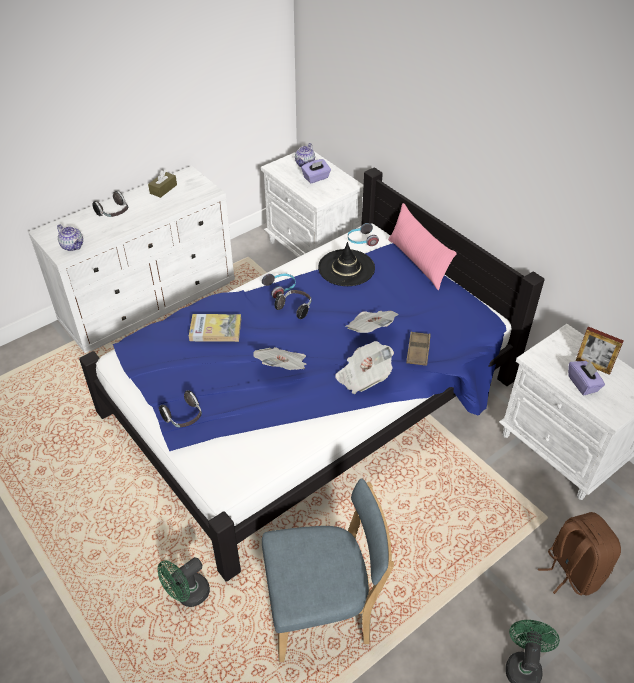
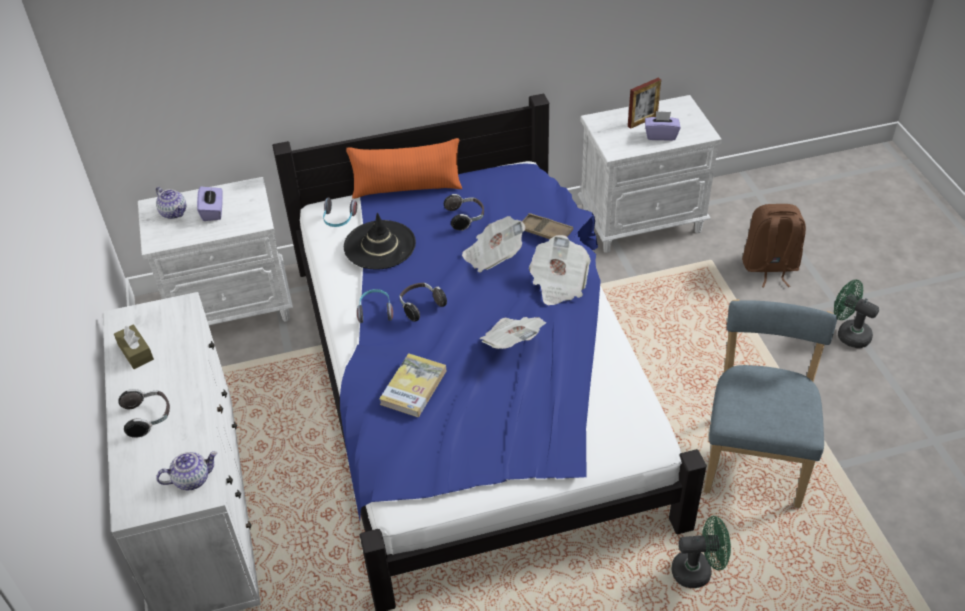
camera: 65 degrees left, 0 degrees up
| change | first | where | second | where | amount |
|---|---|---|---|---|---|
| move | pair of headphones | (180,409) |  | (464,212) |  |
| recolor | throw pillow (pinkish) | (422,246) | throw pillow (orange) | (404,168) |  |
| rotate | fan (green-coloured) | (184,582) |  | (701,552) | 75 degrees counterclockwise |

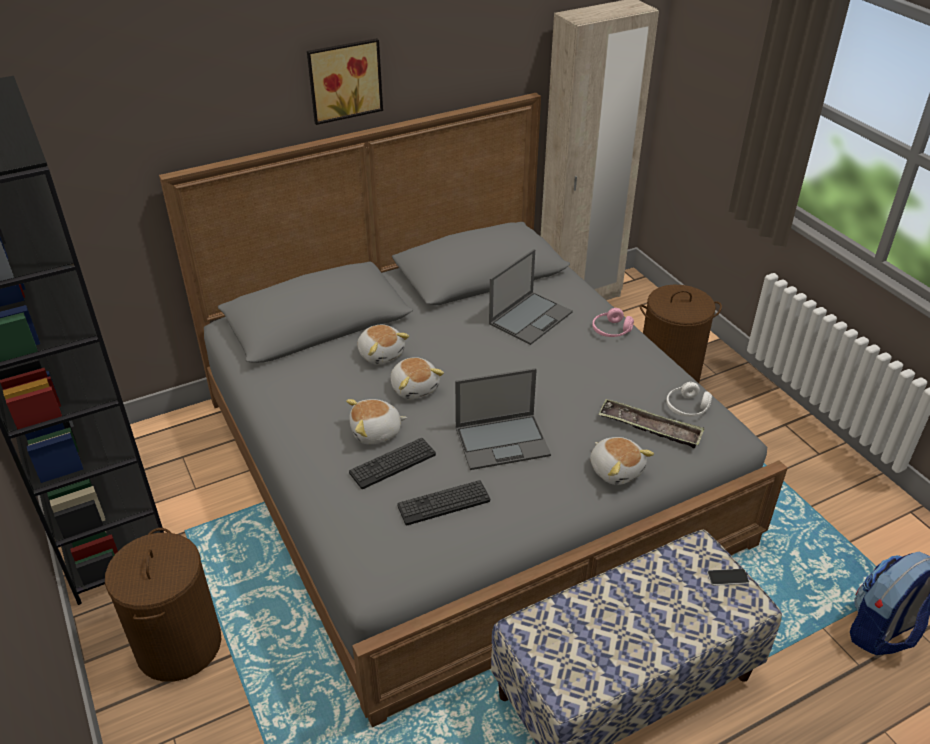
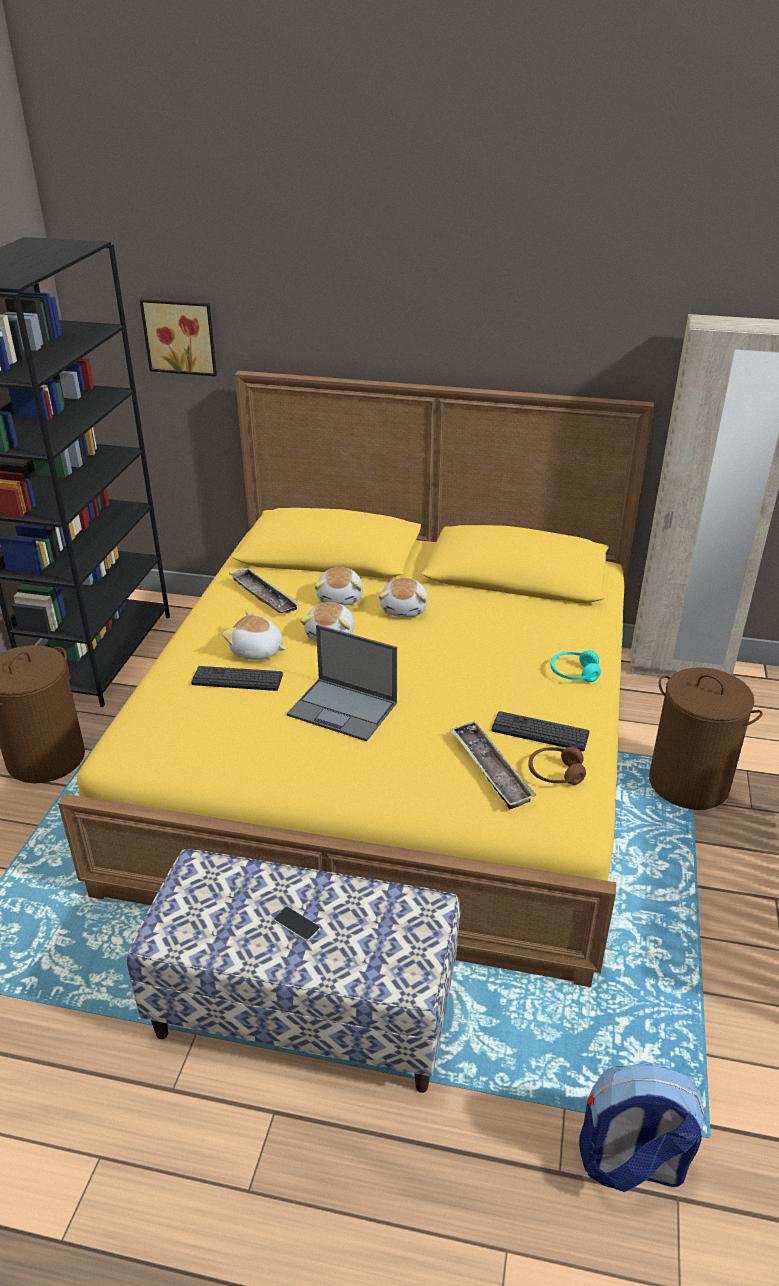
camera: 40 degrees right, 5 degrees down
| change | first | where | second | where | amount |
|---|---|---|---|---|---|
| delete | portable computer | (531,297) |  |  |  |
| insert |  |  | carrying tray | (265,590) |  |
| move | wall picture | (345,81) |  | (178,337) |  |
| move | computer keyboard | (443,502) |  | (540,731) |  |
| move | soft toy | (622,461) |  | (403,597) |  |
| move | phone | (728,577) |  | (296,923) |  |
| recolor | bedroom bed (grey) | (473,410) | bedroom bed (yellow-coloured) | (356,679) |  |
| recolor | pair of headphones (pinkish) | (613,322) | pair of headphones (turquoise-coloured) | (575,666) |  |
| recolor | pair of headphones (white) | (689,399) | pair of headphones (brown) | (557,765) |  |

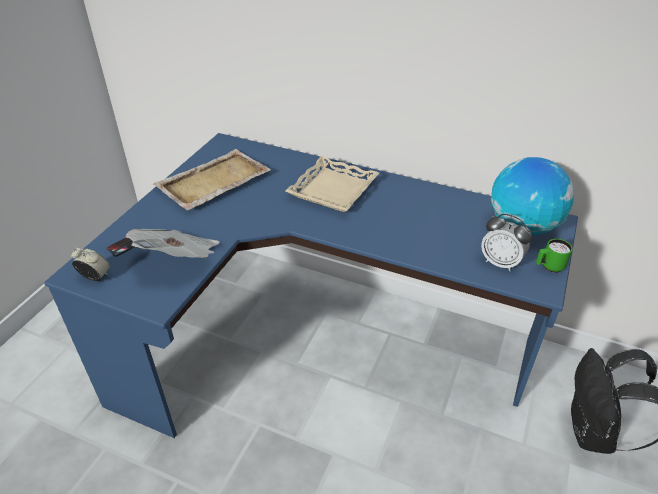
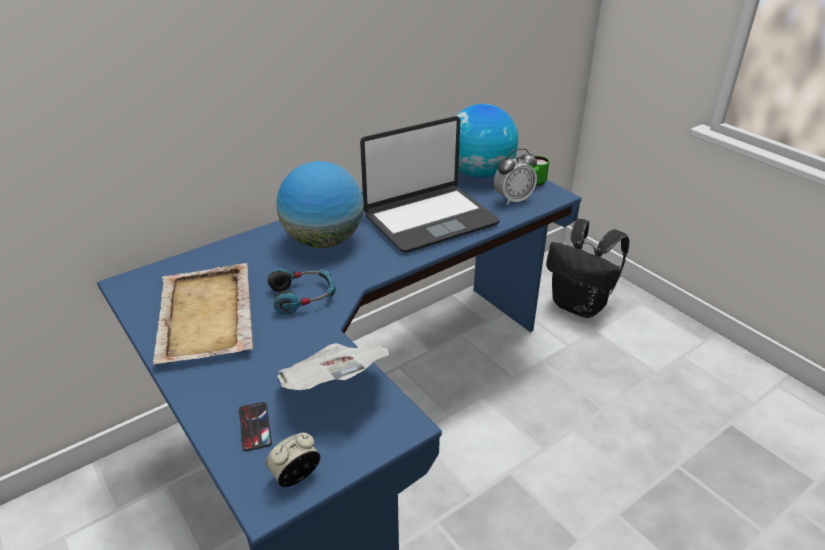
camera: 60 degrees left, 5 degrees down
| change | first | where | second | where | amount |
|---|---|---|---|---|---|
| insert |  |  | pair of headphones | (301,291) |  |
| insert |  |  | portable computer | (430,184) |  |
| replace | carrying tray (sand-coloured) | (332,184) | desk globe | (320,204) |  |

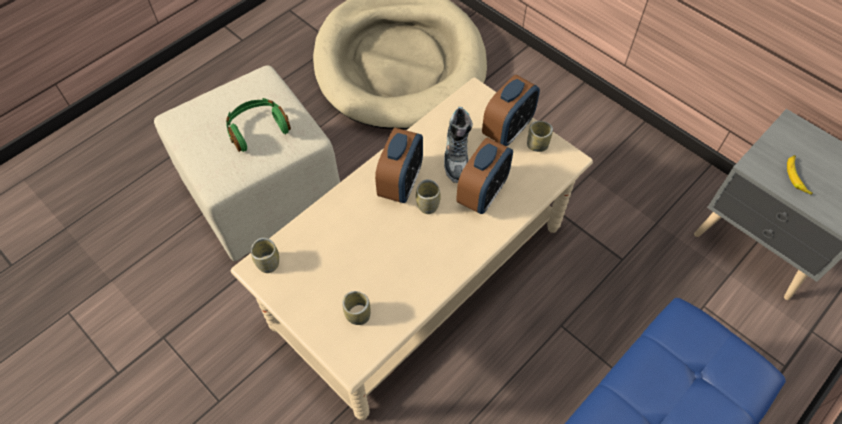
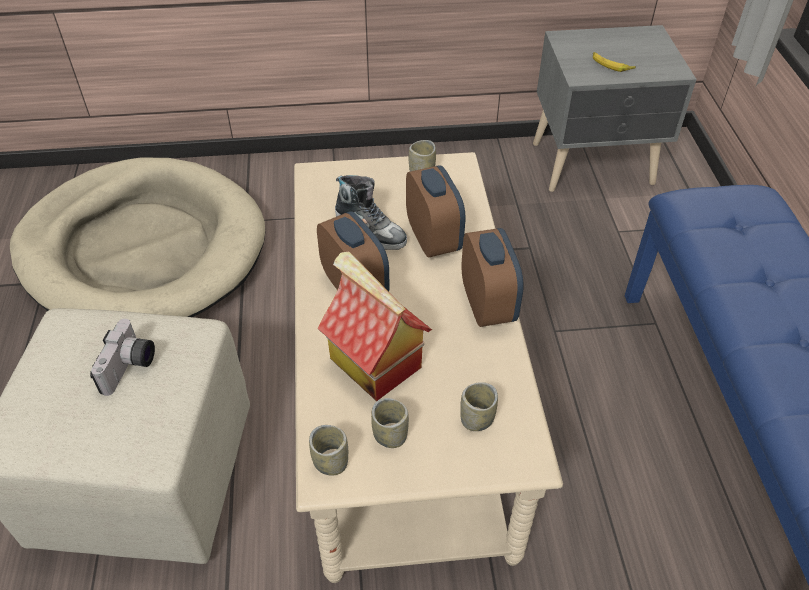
camera: 50 degrees left, 10 degrees down
| change | first | where | second | where | amount |
|---|---|---|---|---|---|
| insert |  |  | toy house | (374,326) |  |
| move | small cup | (428,196) |  | (390,423) |  |
| move | alarm clock | (511,110) |  | (492,277) |  |
| replace | pair of headphones (green-coloured) | (258,125) | photo camera | (122,357) |  |

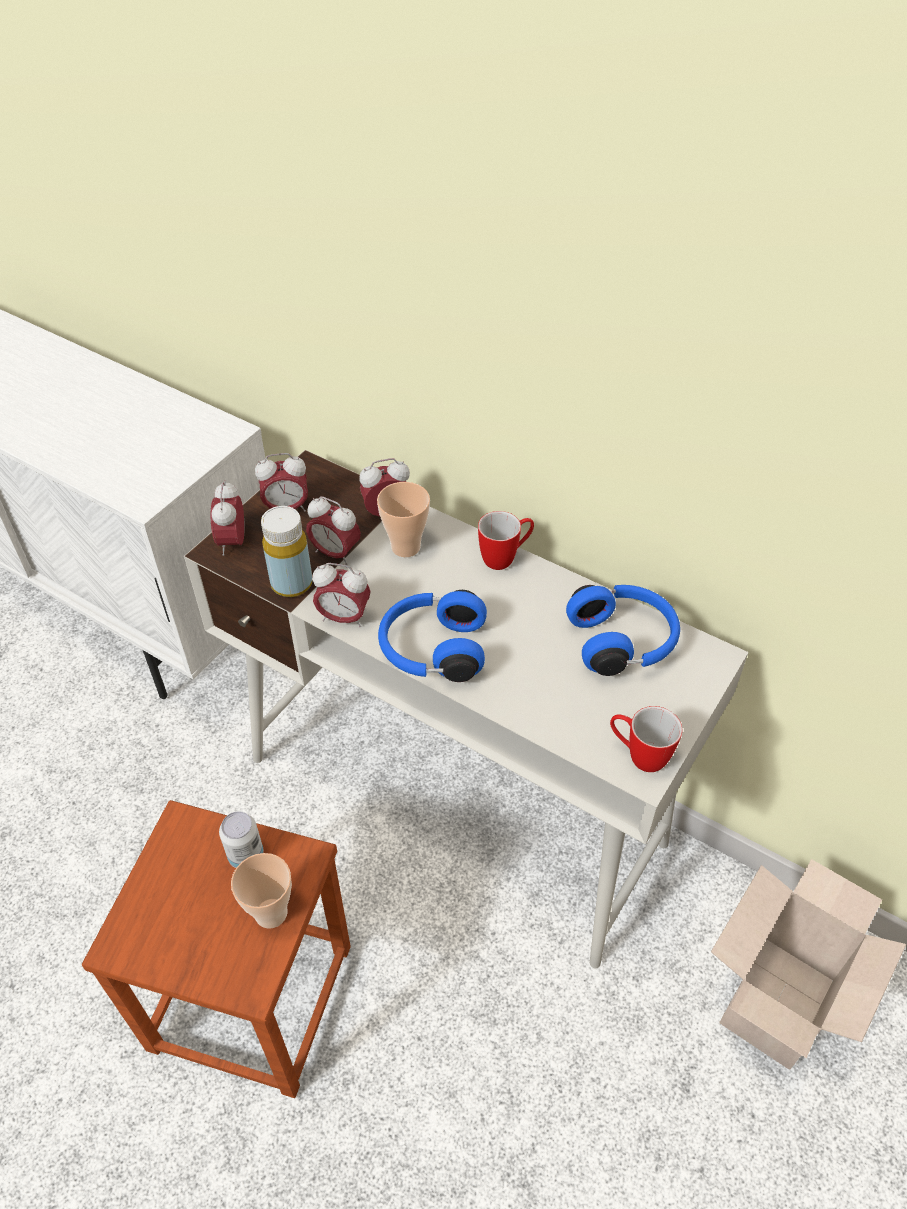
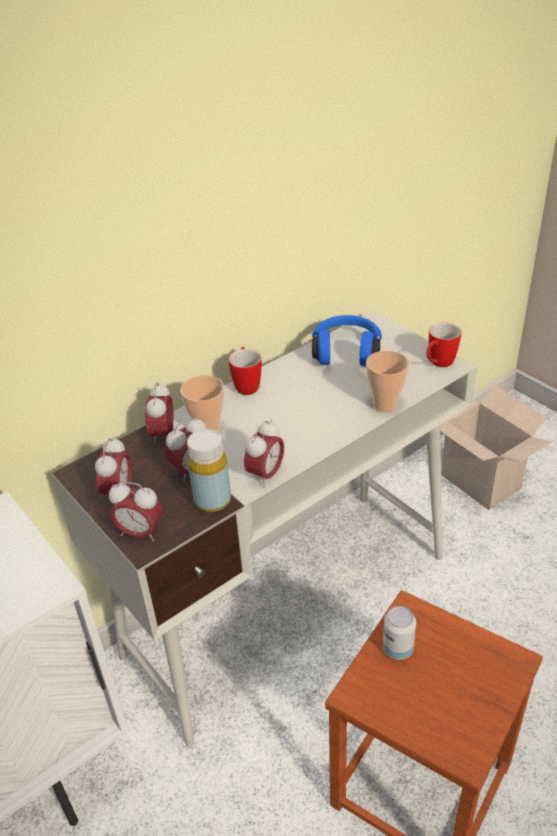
camera: 70 degrees left, 10 degrees down
| change | first | where | second | where | amount |
|---|---|---|---|---|---|
| delete | pair of headphones (bluish) | (432,636) |  |  |  |
| move | small cup | (261,891) |  | (387,382) |  |

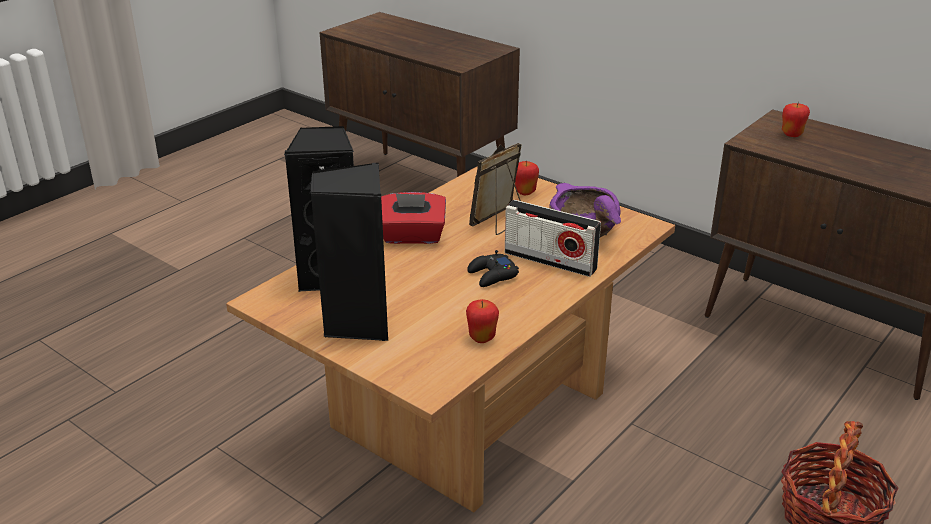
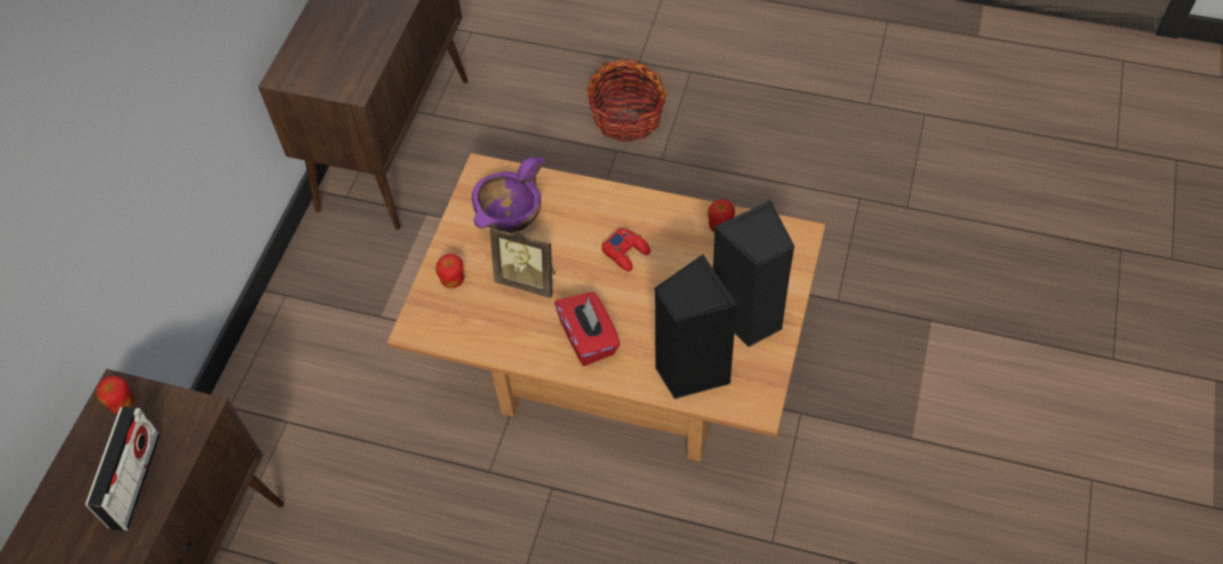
camera: 110 degrees left, 25 degrees up
| change | first | where | second | where | amount |
|---|---|---|---|---|---|
| move | radio set | (553,238) |  | (122,468) |  |
| move | apple fruit | (796,119) |  | (115,395) |  |
| recolor | game controller (blackish) | (493,268) | game controller (red-coloured) | (626,250) |  |

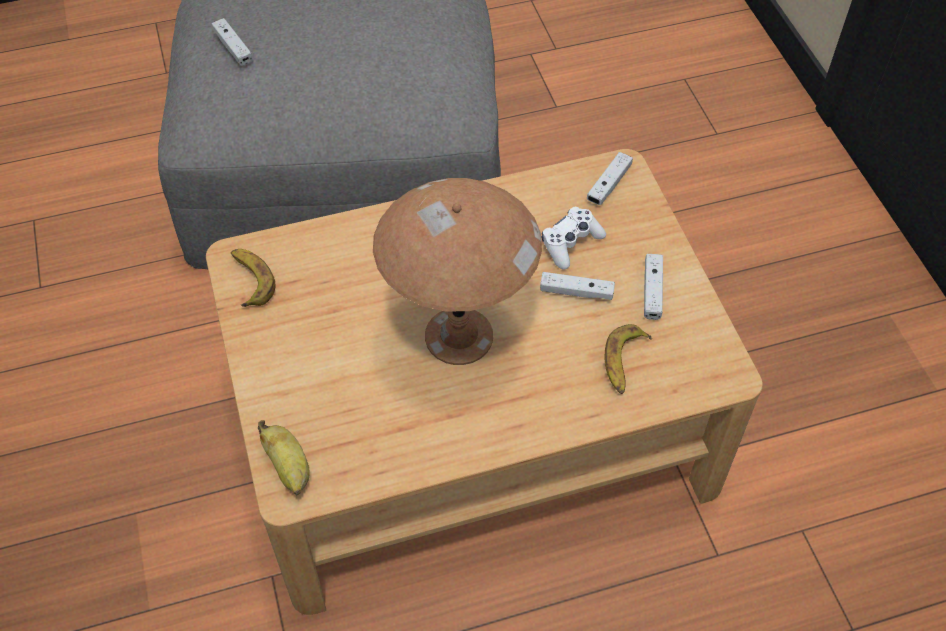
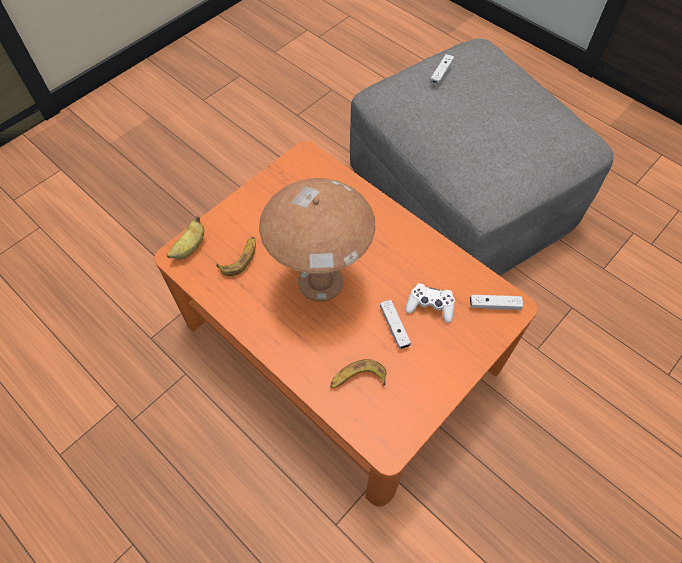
camera: 60 degrees right, 5 degrees up
| change | first | where | second | where | amount |
|---|---|---|---|---|---|
| delete | game controller (white) | (653,287) |  |  |  |
| move | whole banana | (253,278) |  | (236,256) |  |
| recolor | lounge table (sand-coloured) | (484,382) | lounge table (orange) | (345,324) |  |

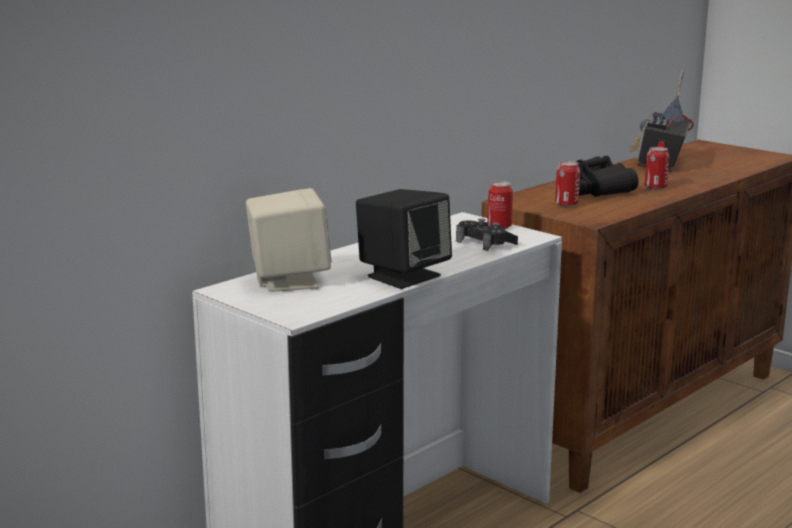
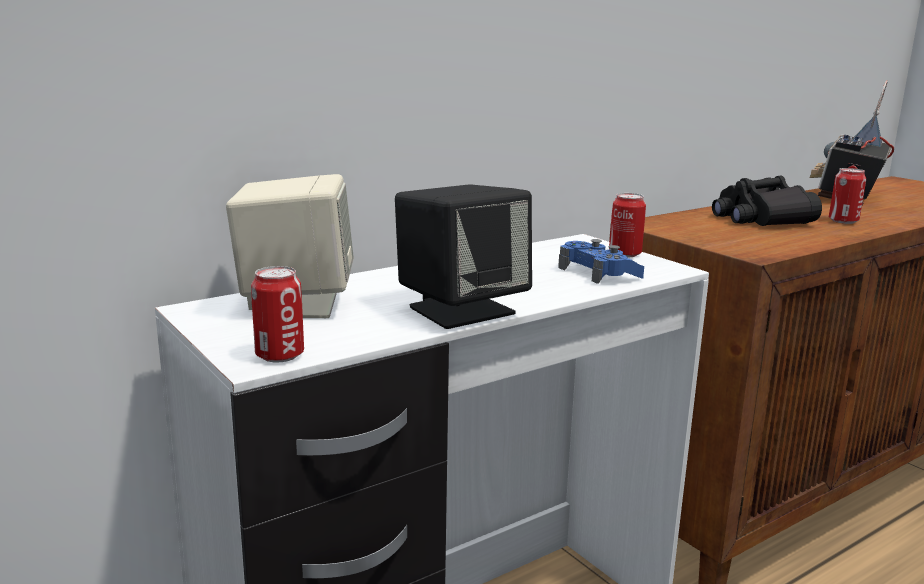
camera: 10 degrees right, 0 degrees up
| change | first | where | second | where | amount |
|---|---|---|---|---|---|
| move | can | (567,184) |  | (277,314) |  |
| recolor | game controller (blackish) | (487,234) | game controller (bluish) | (601,261) |  |

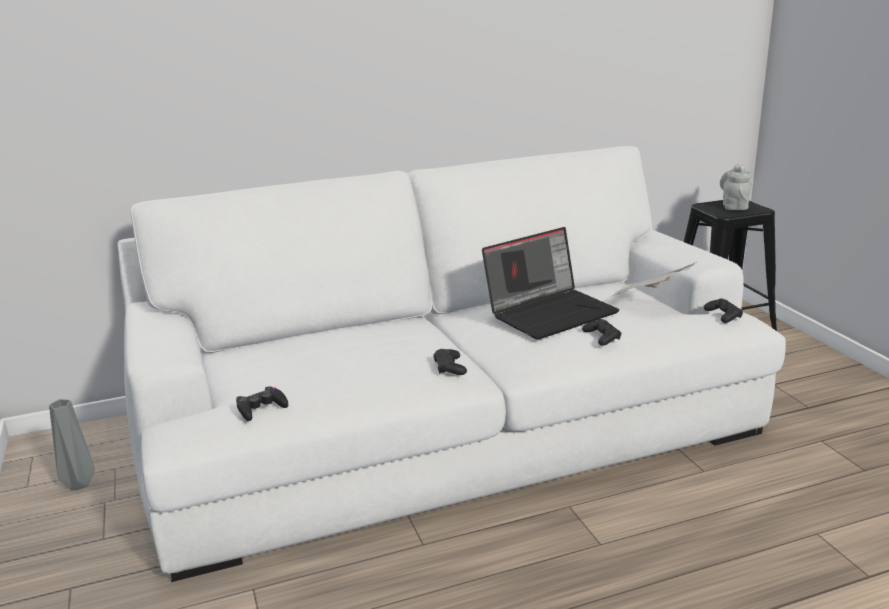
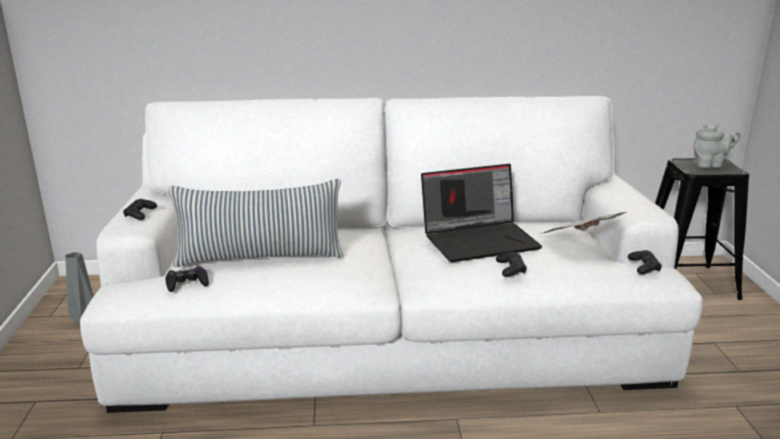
camera: 15 degrees right, 0 degrees up
| change | first | where | second | where | amount |
|---|---|---|---|---|---|
| insert |  |  | throw pillow | (256,223) |  |
| move | game controller (blackish) | (450,362) |  | (140,209) |  |
| rotate | teapot (grey) | (736,187) |  | (717,145) | 60 degrees clockwise |

